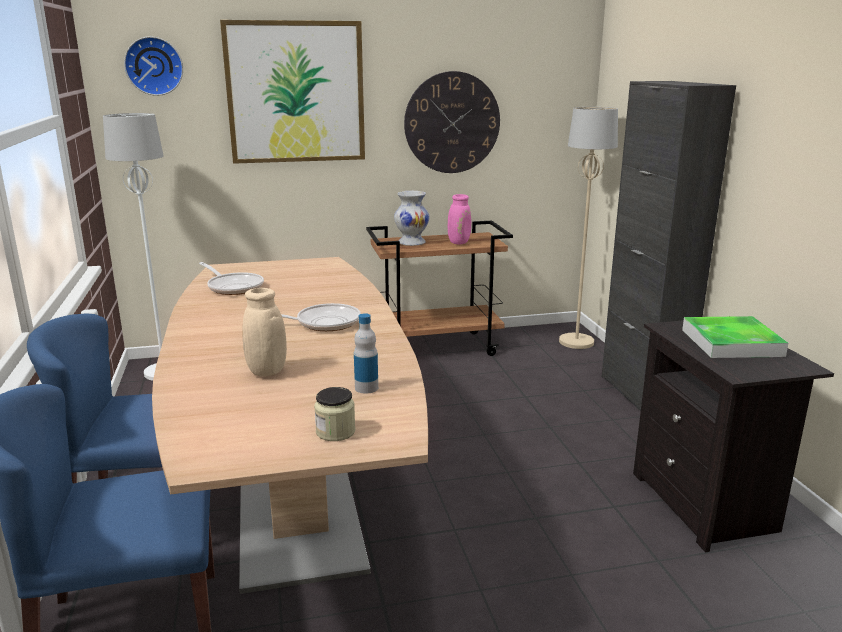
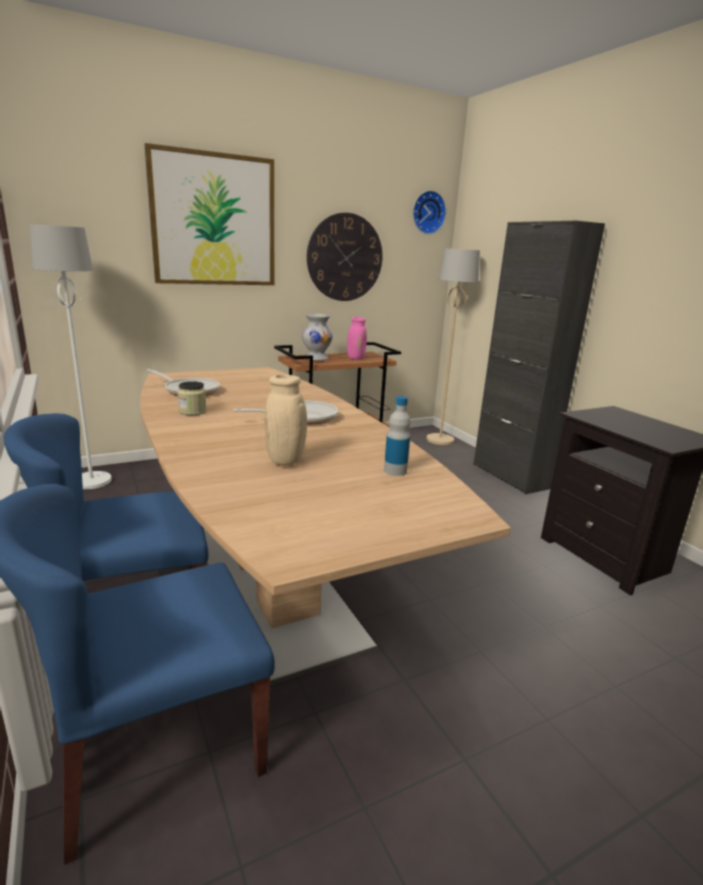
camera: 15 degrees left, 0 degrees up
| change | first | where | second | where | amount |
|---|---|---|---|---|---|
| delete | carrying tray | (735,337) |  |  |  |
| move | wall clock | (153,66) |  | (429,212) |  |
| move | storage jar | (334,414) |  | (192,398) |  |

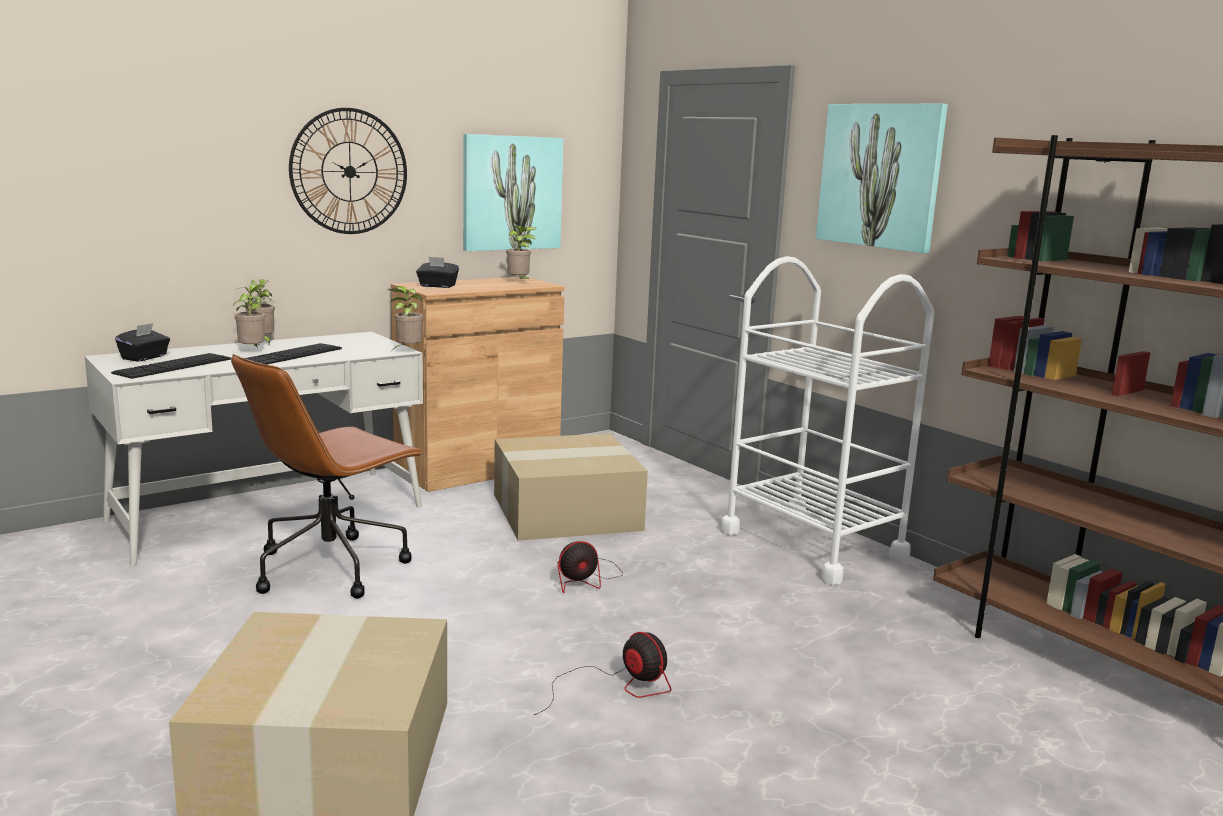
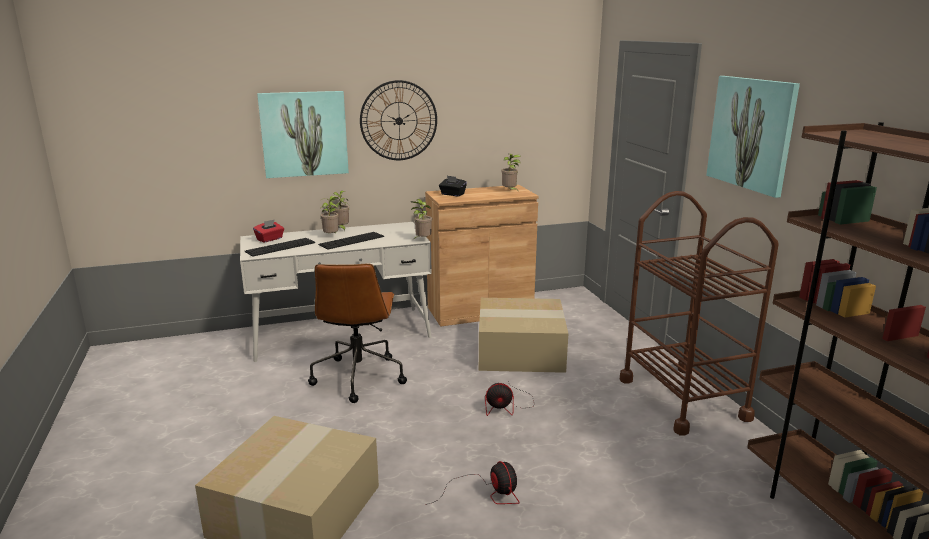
camera: 20 degrees right, 5 degrees up
| change | first | where | second | where | amount |
|---|---|---|---|---|---|
| move | wall picture | (513,192) |  | (303,134) |  |
| recolor | box of tissues (blackish) | (142,342) | box of tissues (red-coloured) | (268,231) |  |
| recolor | wheeled cart (white) | (827,420) | wheeled cart (brown) | (699,313) |  |
| rotate | computer chair (brown) | (327,476) |  | (357,333) | 60 degrees counterclockwise |

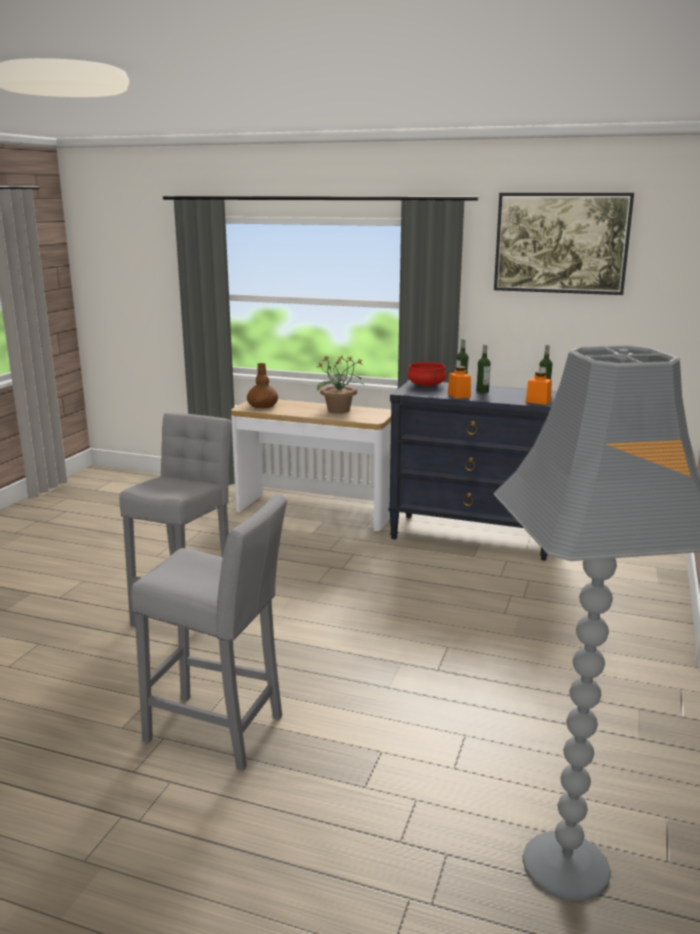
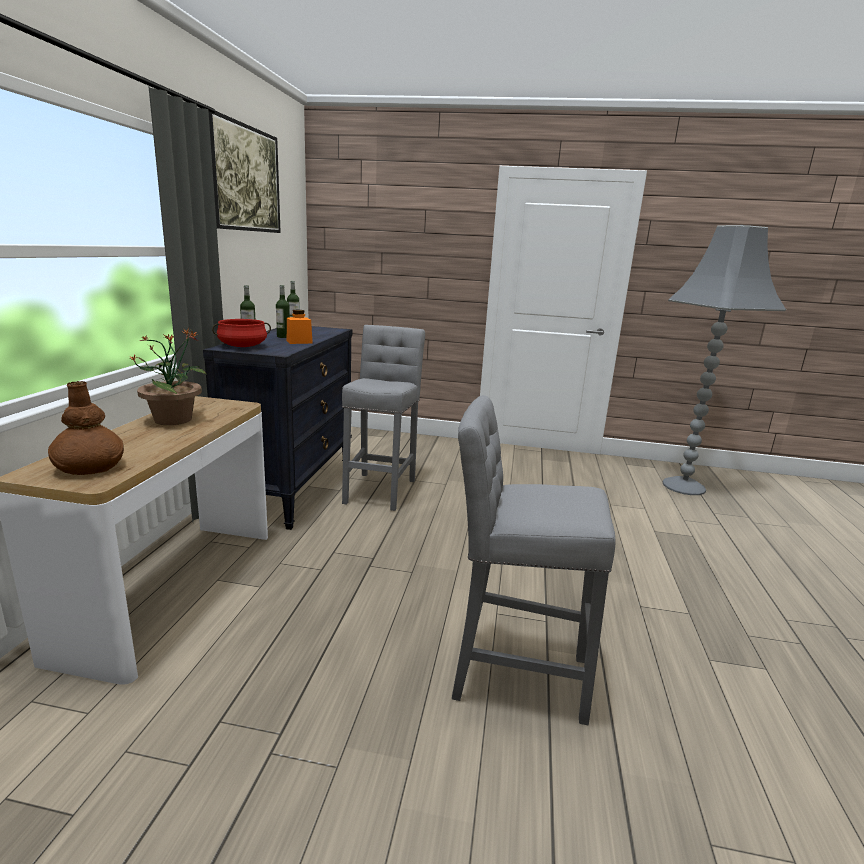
camera: 100 degrees left, 0 degrees up
| change | first | where | second | where | amount |
|---|---|---|---|---|---|
| delete | storage jar (orange) | (539,388) |  |  |  |
| move | stool seat (grey) | (209,632) |  | (383,418) |  |

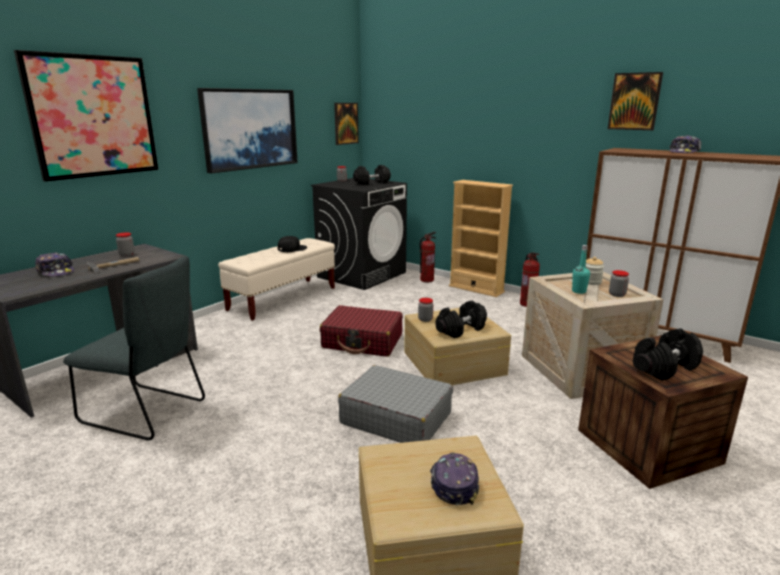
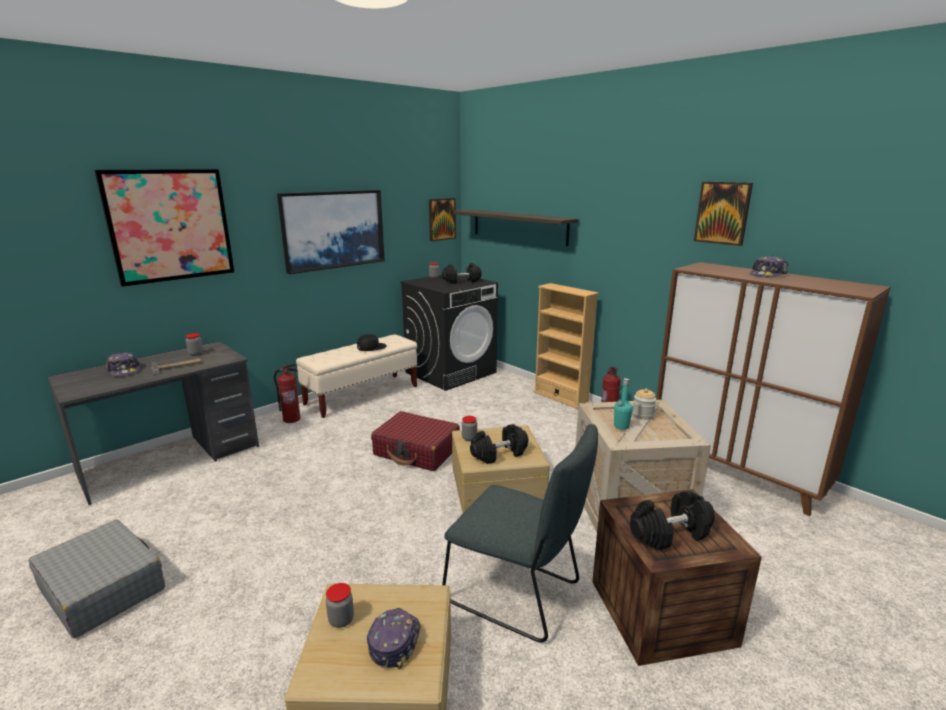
camera: 10 degrees right, 0 degrees up
| change | first | where | second | where | amount |
|---|---|---|---|---|---|
| insert |  |  | wall shelf | (515,228) |  |
| move | upright chair (grey) | (134,348) |  | (520,533) |  |
| move | suitcase (grey) | (395,404) |  | (97,579) |  |
| move | fire-fighting cylinder | (428,257) |  | (287,393) |  |
| move | storage jar | (619,283) |  | (340,605) |  |

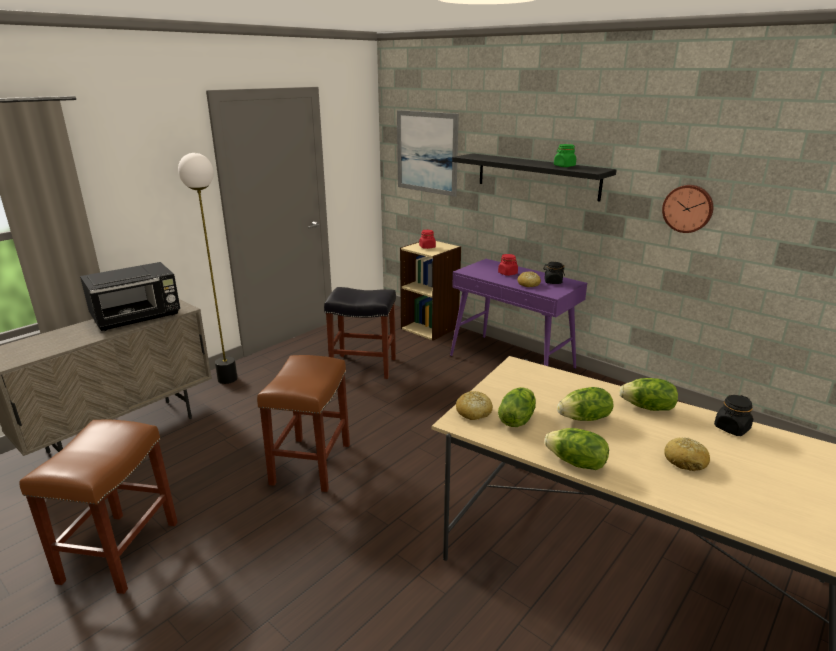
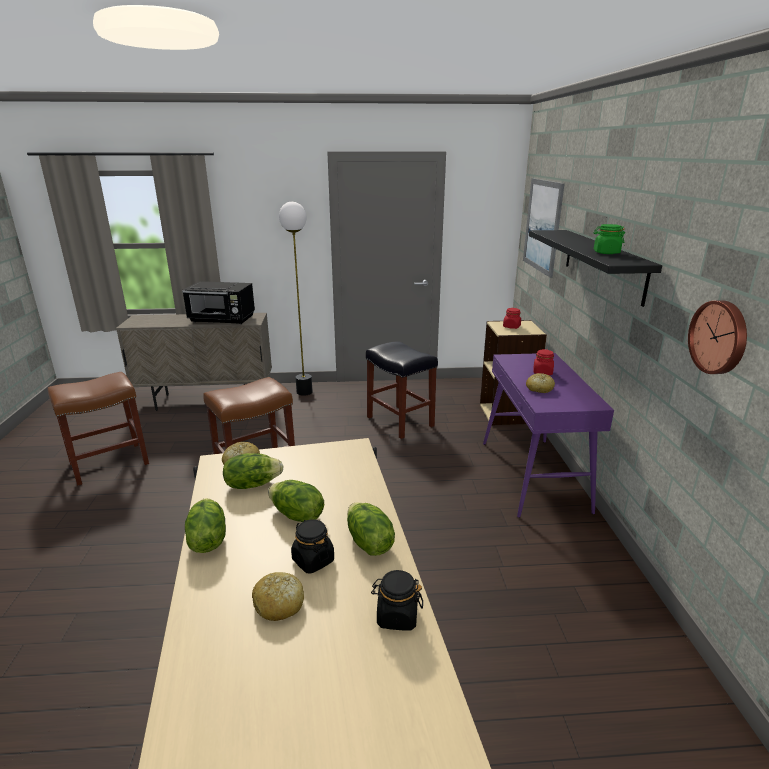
camera: 45 degrees right, 0 degrees up
| change | first | where | second | where | amount |
|---|---|---|---|---|---|
| move | storage jar (blackish) | (554,273) |  | (312,546) |  |

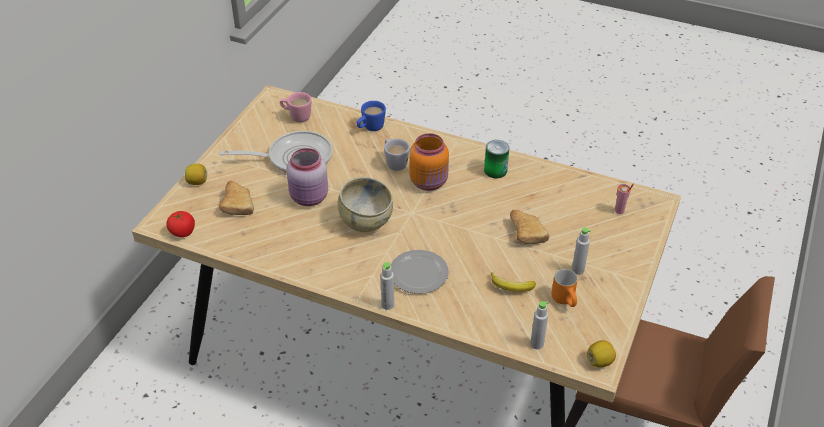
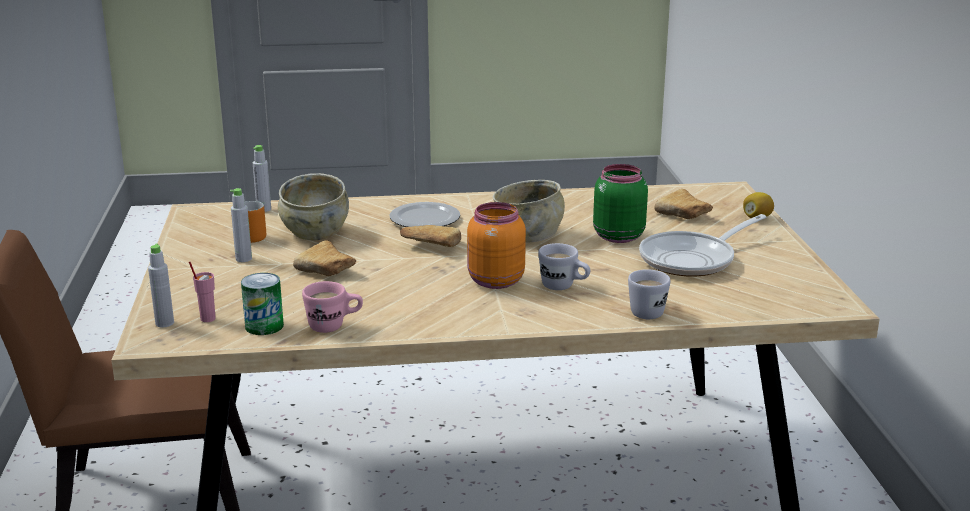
camera: 150 degrees right, 20 degrees down
| change | first | where | second | where | amount |
|---|---|---|---|---|---|
| delete | whole tomato | (180,224) |  |  |  |
| delete | citrus fruit | (601,353) |  |  |  |
| insert |  |  | bread | (430,236) |  |
| move | coffee mug (pinkish) | (296,107) |  | (332,307) |  |
| move | bottle (grey) | (387,286) |  | (161,285) |  |
| move | can | (496,159) |  | (262,304) |  |
| replace | whole banana | (513,282) | serving bowl (sand-coloured) | (313,206) |  |
| recolor | storage jar (pinkish) | (307,177) | storage jar (green-coloured) | (620,203) |  |
| recolor | coffee mug (bluish) | (371,116) | coffee mug (white) | (649,294) |  |

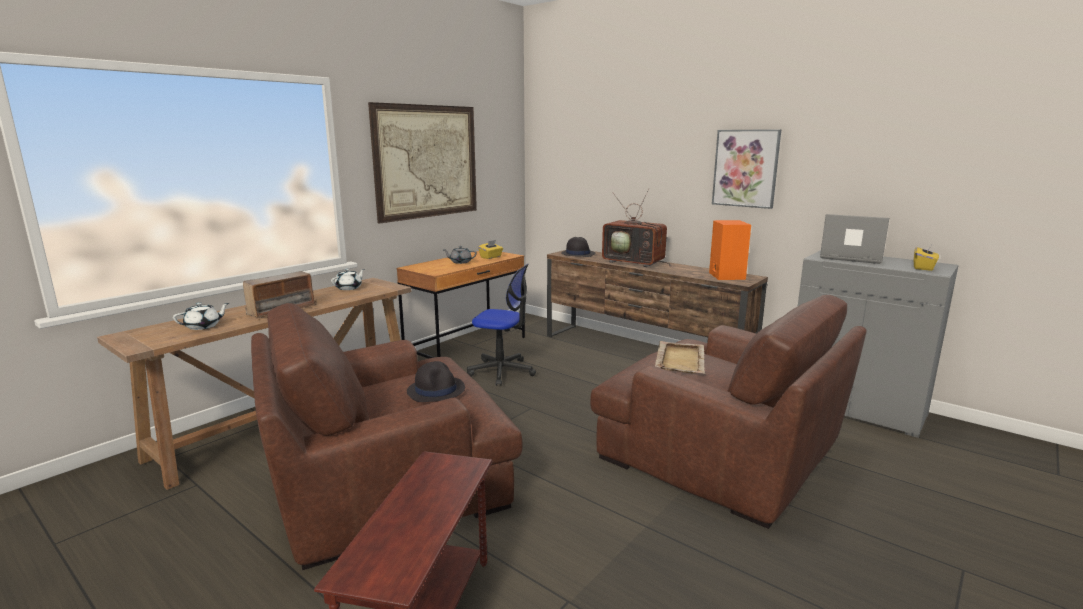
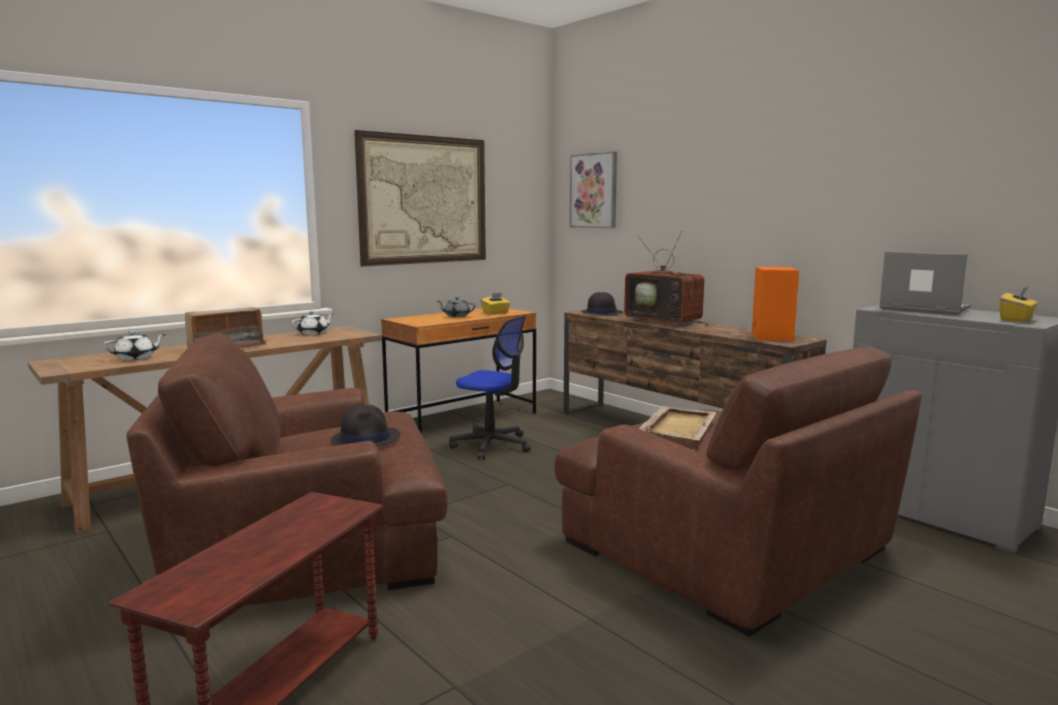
camera: 10 degrees right, 5 degrees down
| change | first | where | second | where | amount |
|---|---|---|---|---|---|
| move | wall picture | (746,169) |  | (593,189) |  |

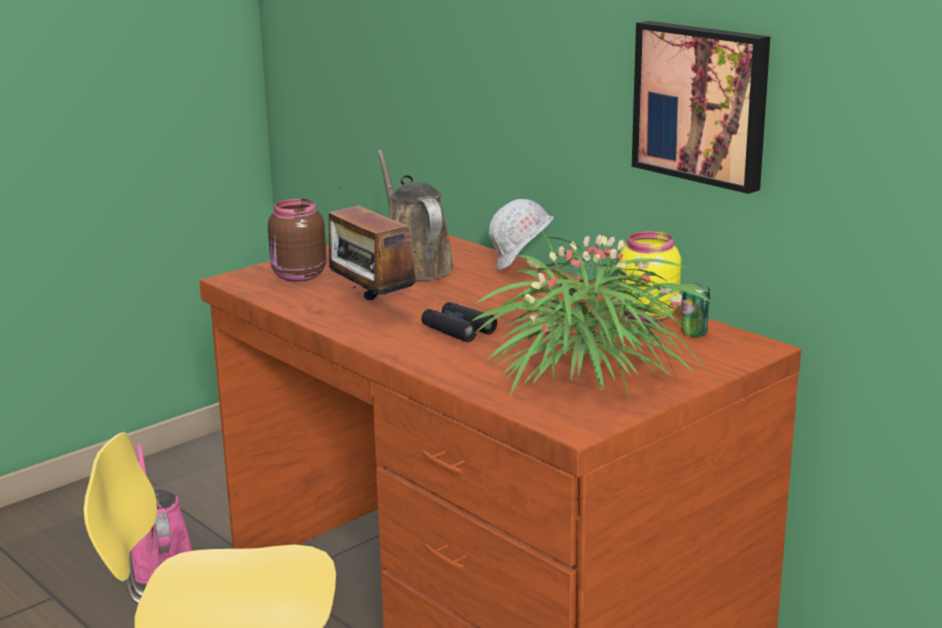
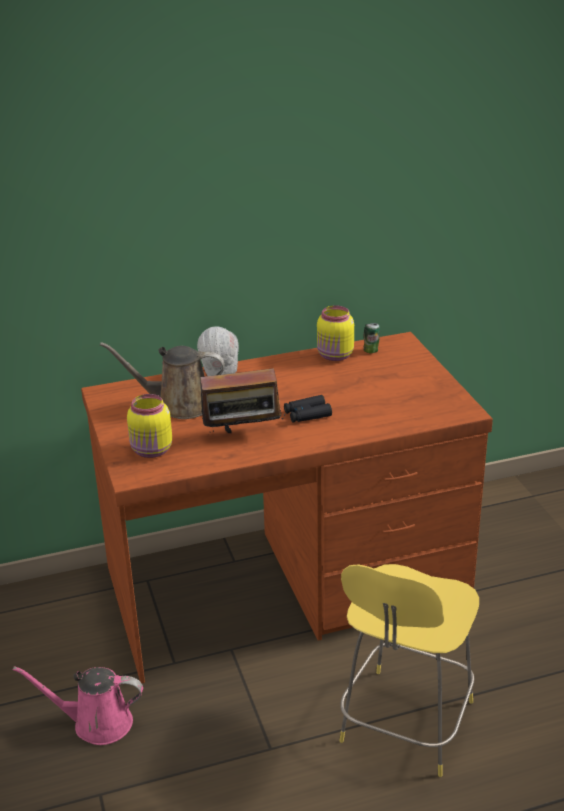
camera: 65 degrees left, 10 degrees up
| change | first | where | second | where | amount |
|---|---|---|---|---|---|
| delete | plant in a pot | (590,315) |  |  |  |
| delete | wall picture | (701,107) |  |  |  |
| recolor | storage jar (brown) | (297,240) | storage jar (yellow-coloured) | (149,426) |  |

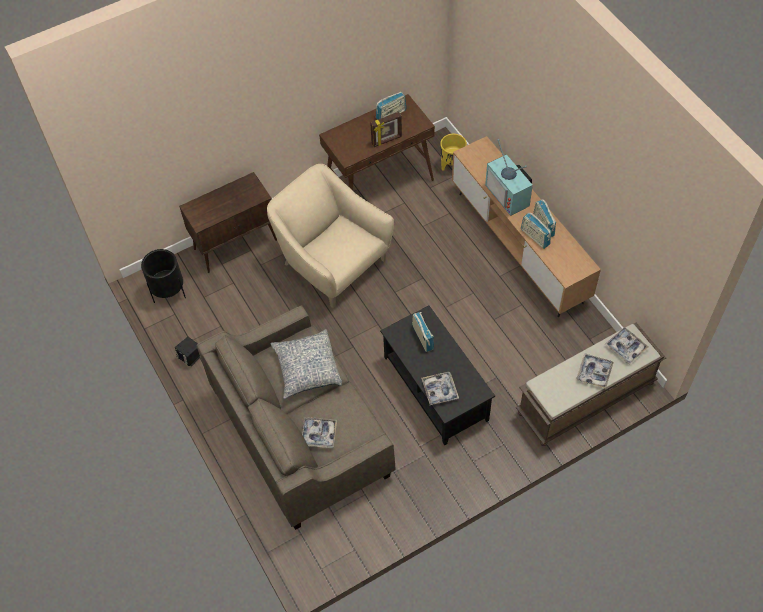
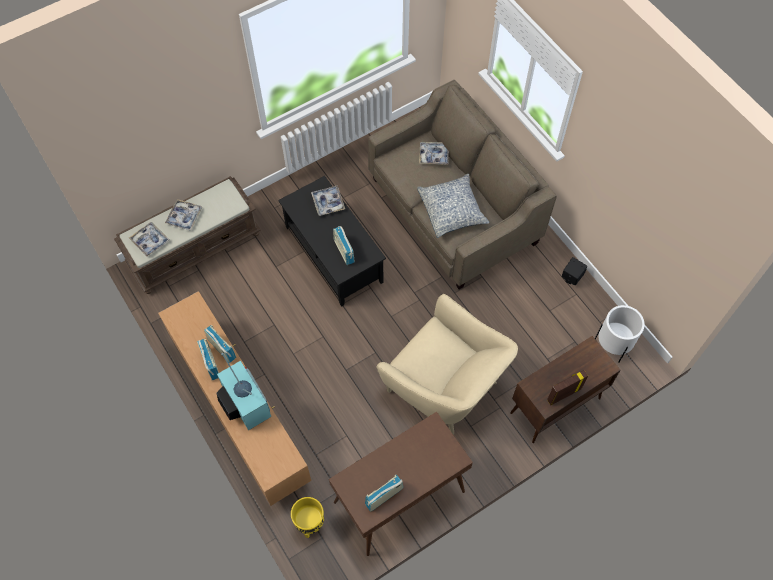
camera: 175 degrees right, 5 degrees up
| change | first | where | second | where | amount |
|---|---|---|---|---|---|
| move | picture frame | (386,129) |  | (567,387) |  |
| recolor | planter (blackish) | (163,276) | planter (white) | (620,334) |  |

